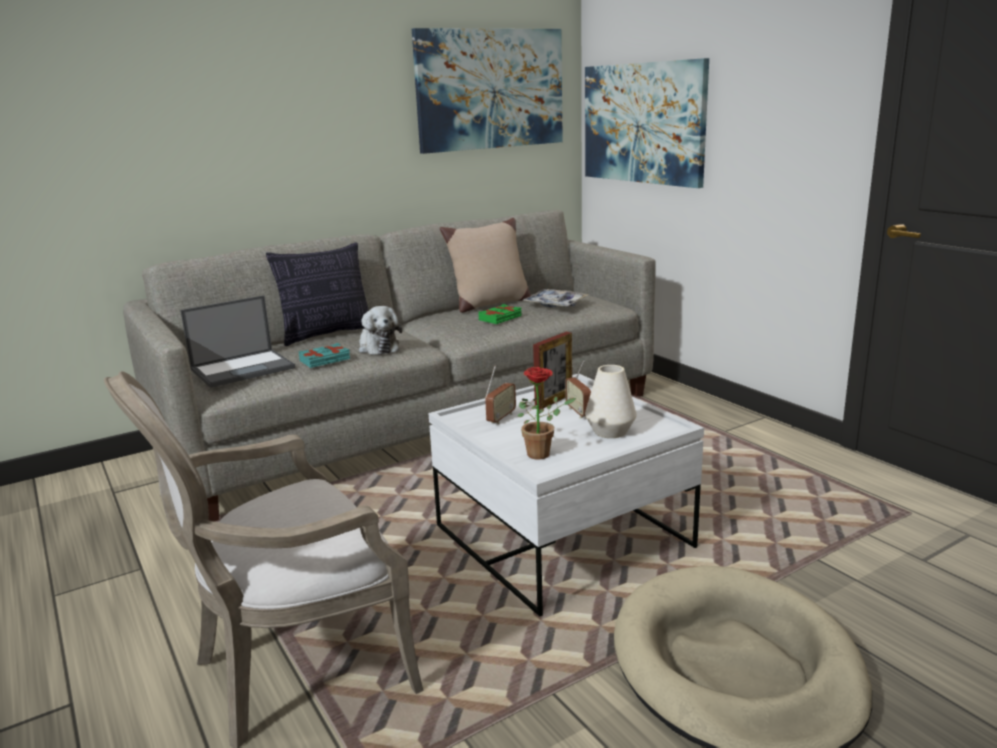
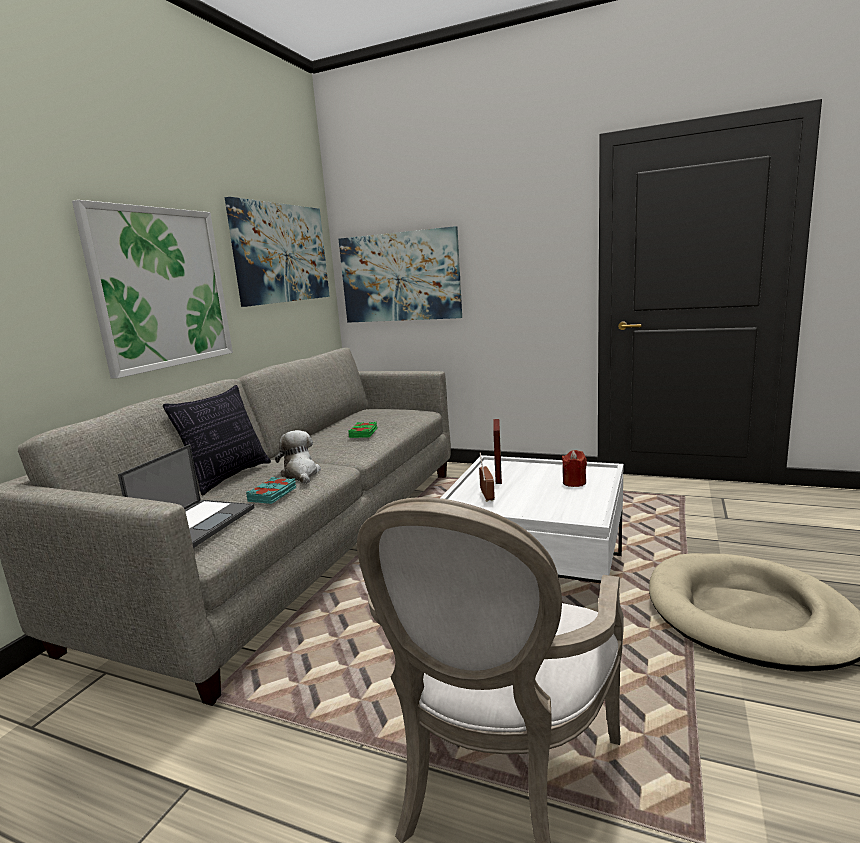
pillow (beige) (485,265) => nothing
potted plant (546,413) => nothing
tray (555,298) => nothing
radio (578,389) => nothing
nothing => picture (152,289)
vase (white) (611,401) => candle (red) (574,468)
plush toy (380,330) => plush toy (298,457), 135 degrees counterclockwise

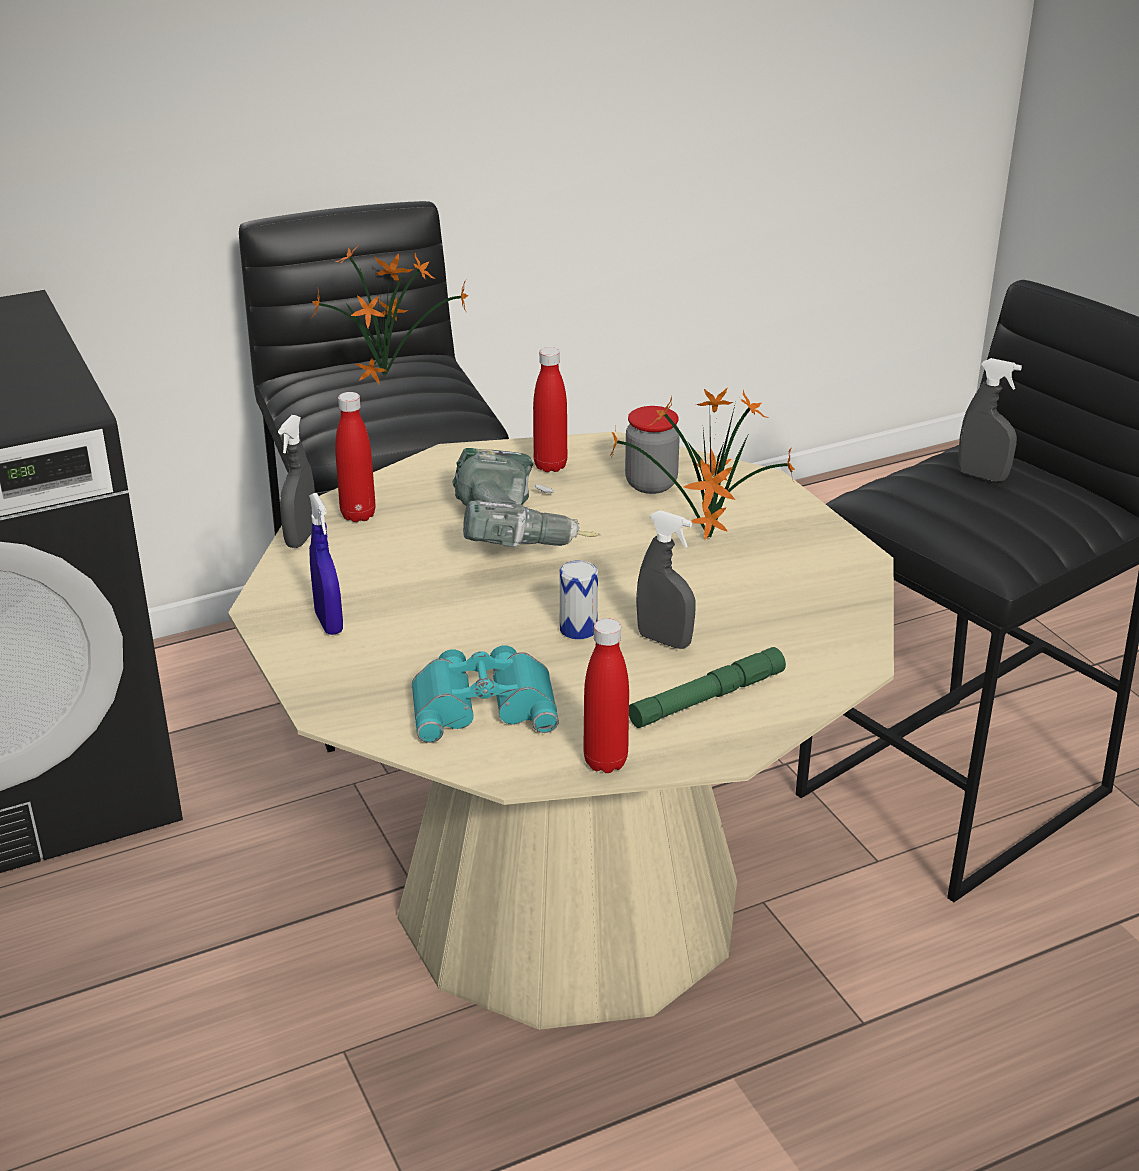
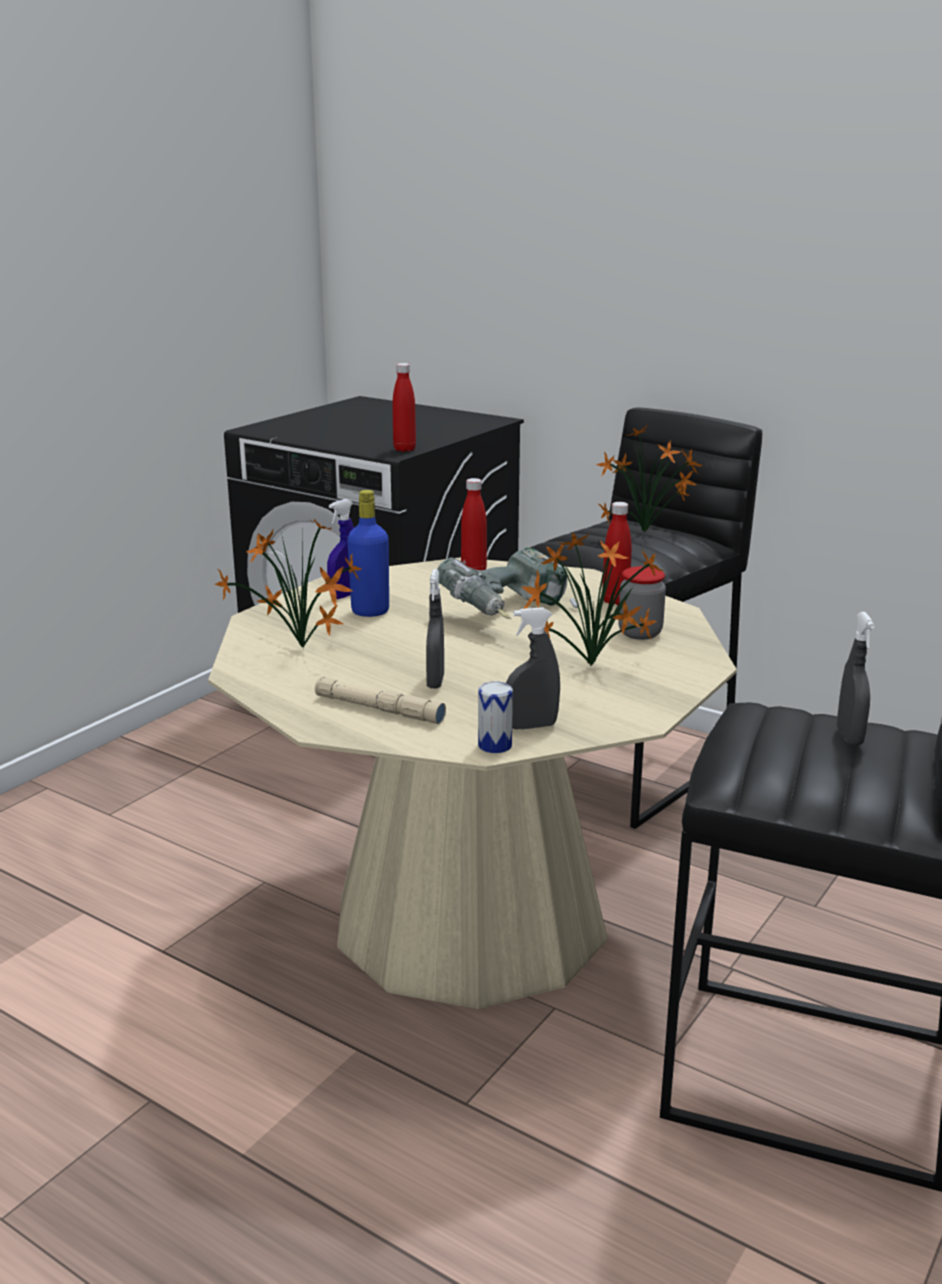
nothing => bottle (blue) (368,553)
spray bottle (grey) (296,481) => spray bottle (grey) (533,668), relocated
can (579,600) => can (495,717), relocated
bottle (red) (606,695) => bottle (red) (404,407), relocated
binoculars (turquoise) (485,694) => potted plant (288,583)
flashlight (green) (707,687) => flashlight (beige) (380,700)

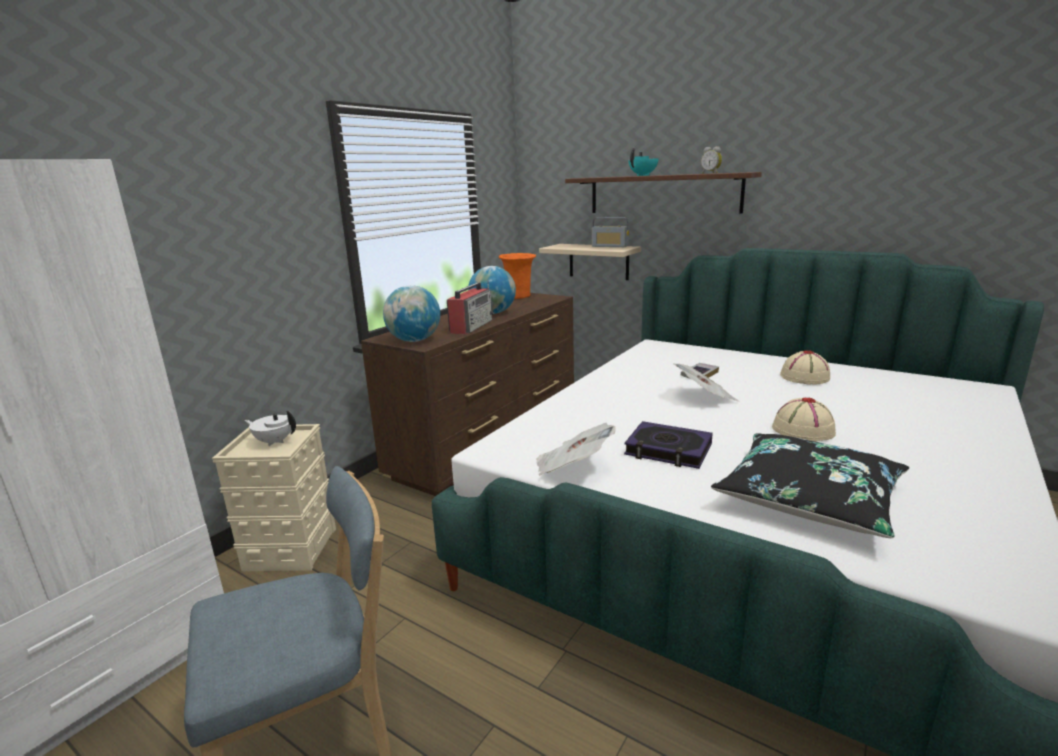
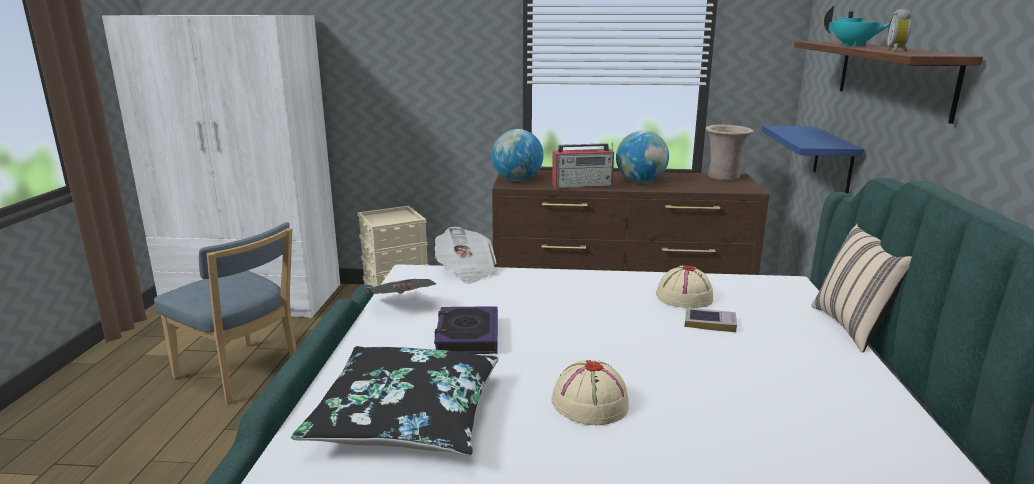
teapot (white) (270,428) => nothing
radio (610,232) => nothing
nothing => pillow (beige) (862,288)
newspaper (706,382) => newspaper (466,255), relocated
hat (beige) (805,367) => hat (beige) (684,287), relocated
vase (orange) (517,276) => vase (beige) (729,152)
shelf (beige) (590,262) => shelf (blue) (812,159)

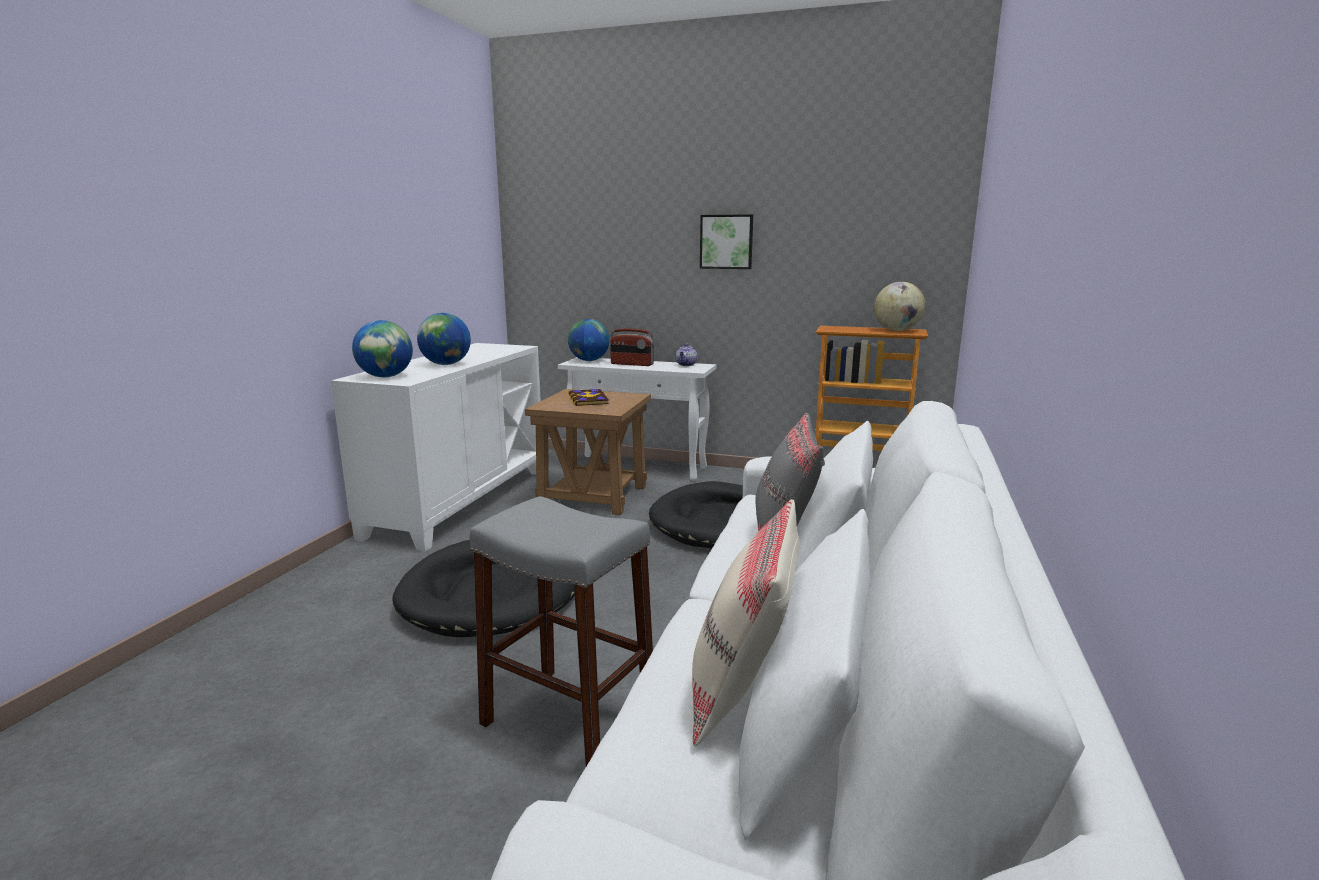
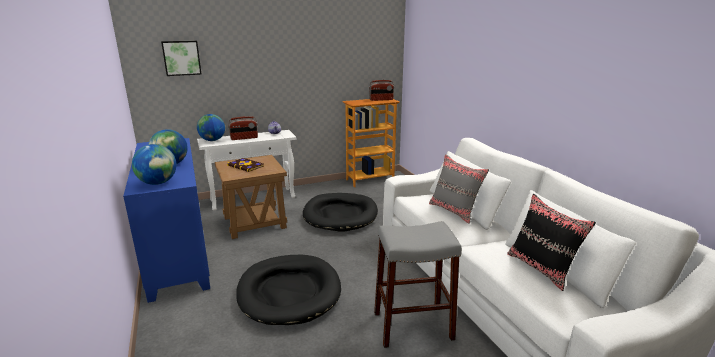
picture (726,241) => picture (181,58), relocated
globe (899,306) => radio (381,90)
cabinet (white) (436,447) => cabinet (blue) (166,220)
pillow (beige) (746,623) => pillow (black) (551,242)

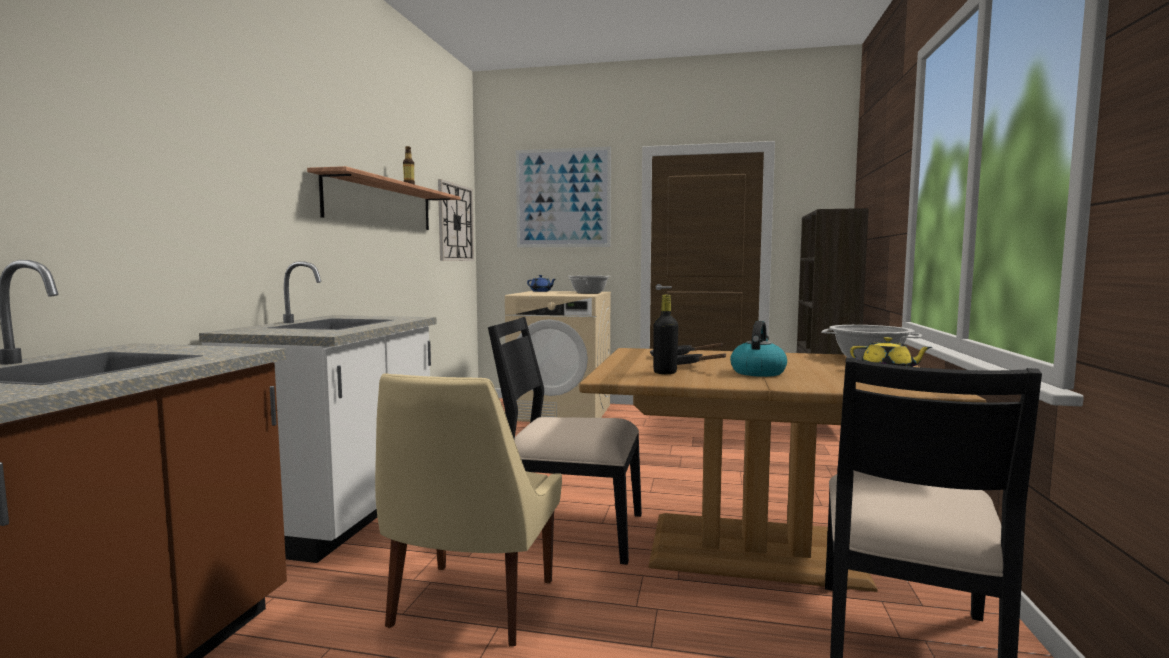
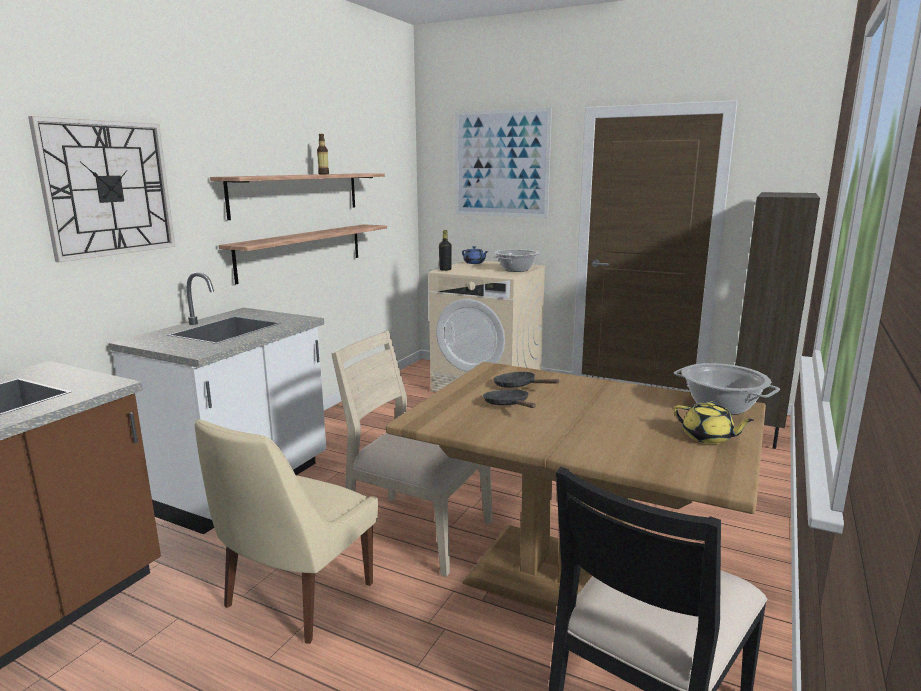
kettle (758,349) => nothing
nothing => shelf (303,254)
wall clock (456,220) => wall clock (101,189), relocated
bottle (black) (665,334) => bottle (black) (445,250), relocated
chair (black) (565,441) => chair (beige) (412,454)

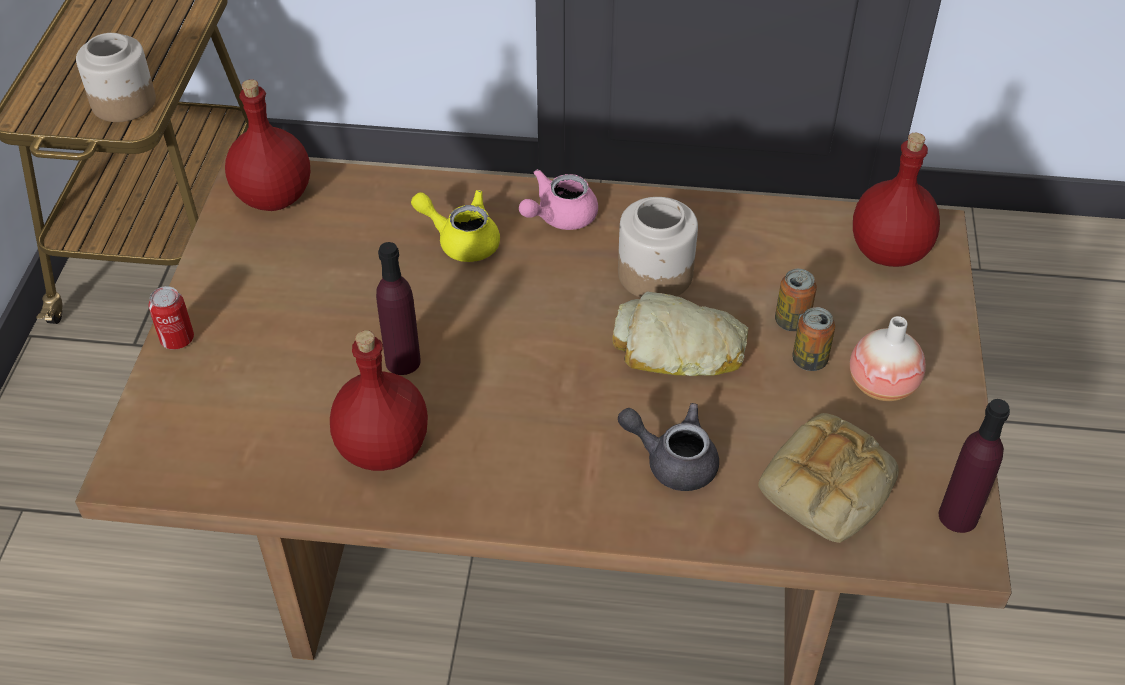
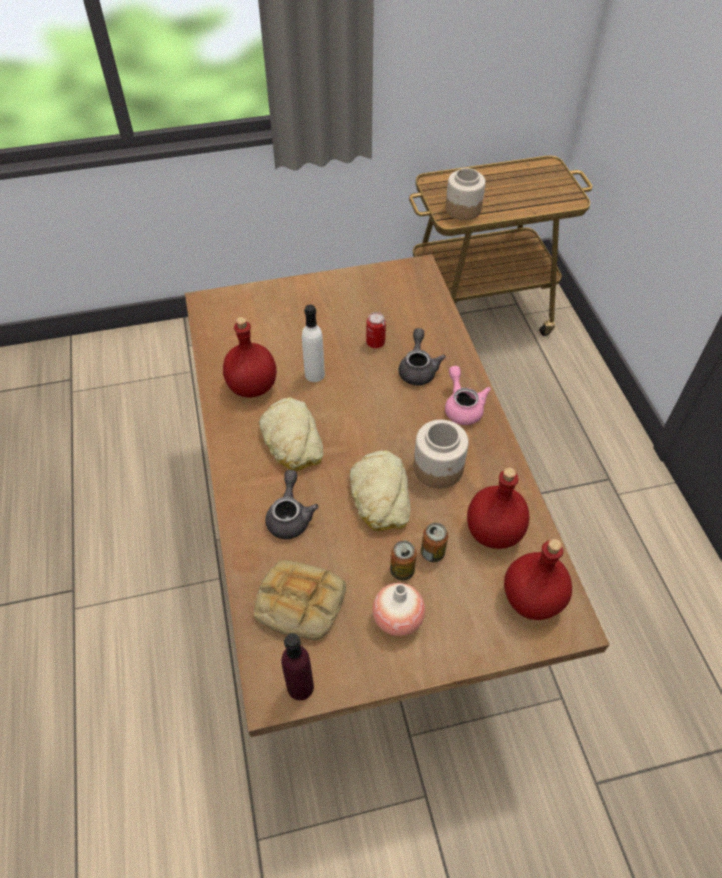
nothing => bread (291,434)
can (171,318) => can (376,330), relocated
bottle (red) (267,145) => bottle (red) (498,508), relocated
bottle (purple) (398,308) => bottle (white) (313,343)
teapot (yellow) (455,226) => teapot (grey) (422,357)
teapot (pink) (558,199) => teapot (pink) (468,395), 45 degrees clockwise

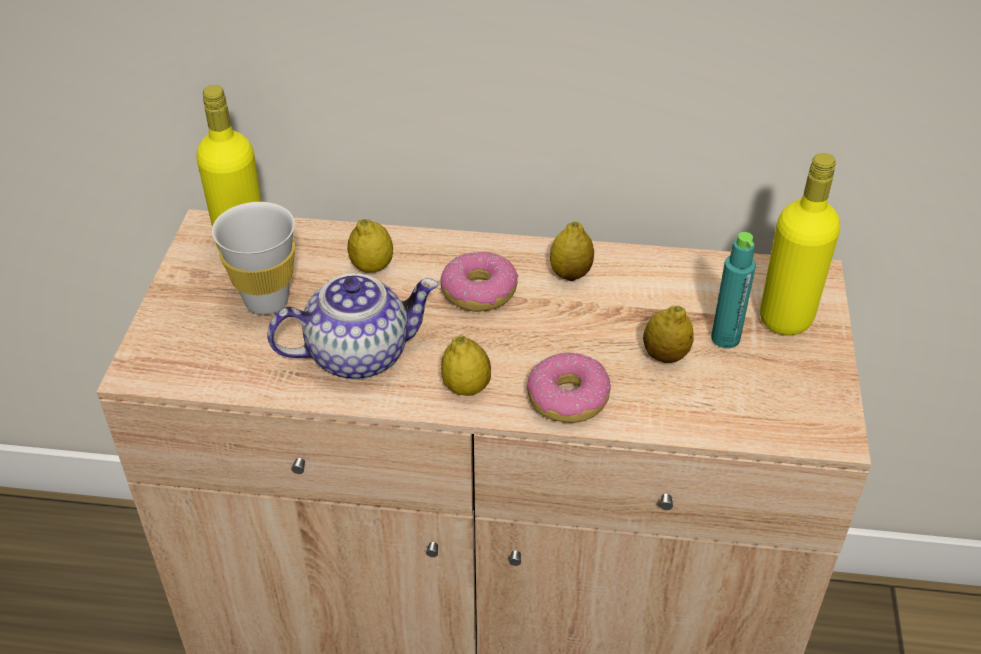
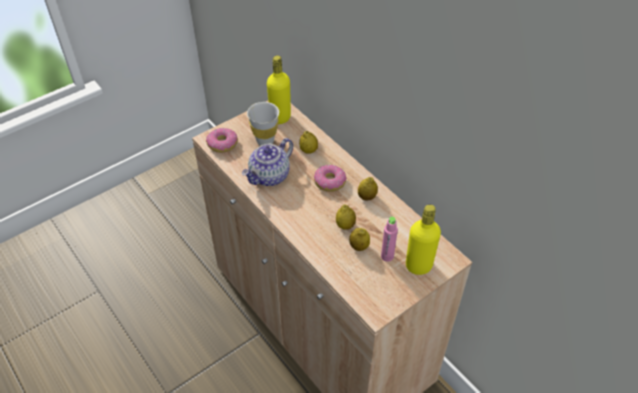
lemon (466,365) => lemon (346,217), relocated
donut (569,387) => donut (222,140), relocated
bottle (turquoise) (733,290) => bottle (pink) (389,239)
teapot (353,326) => teapot (267,162), 105 degrees clockwise

